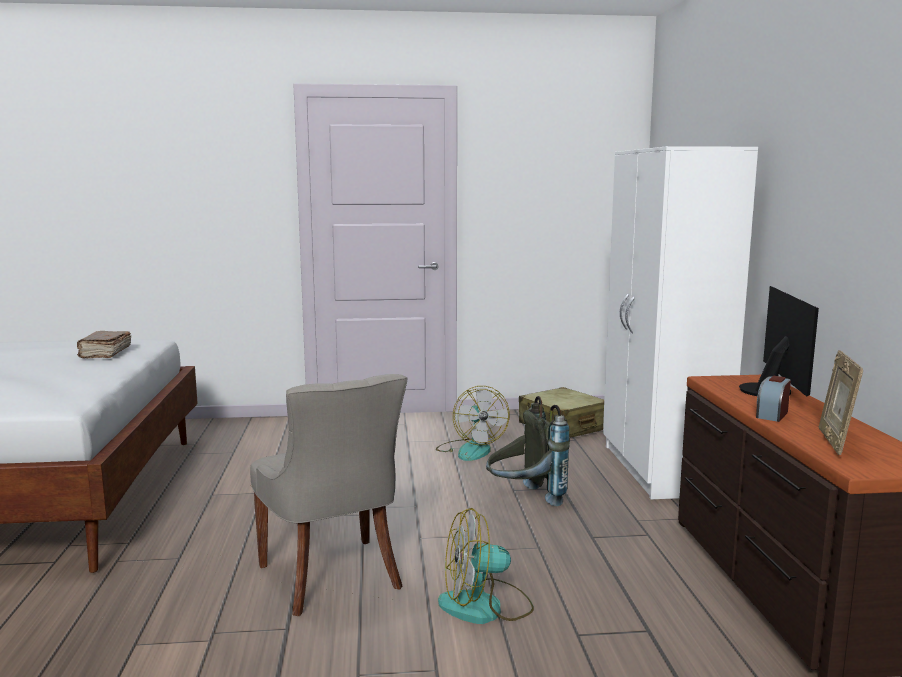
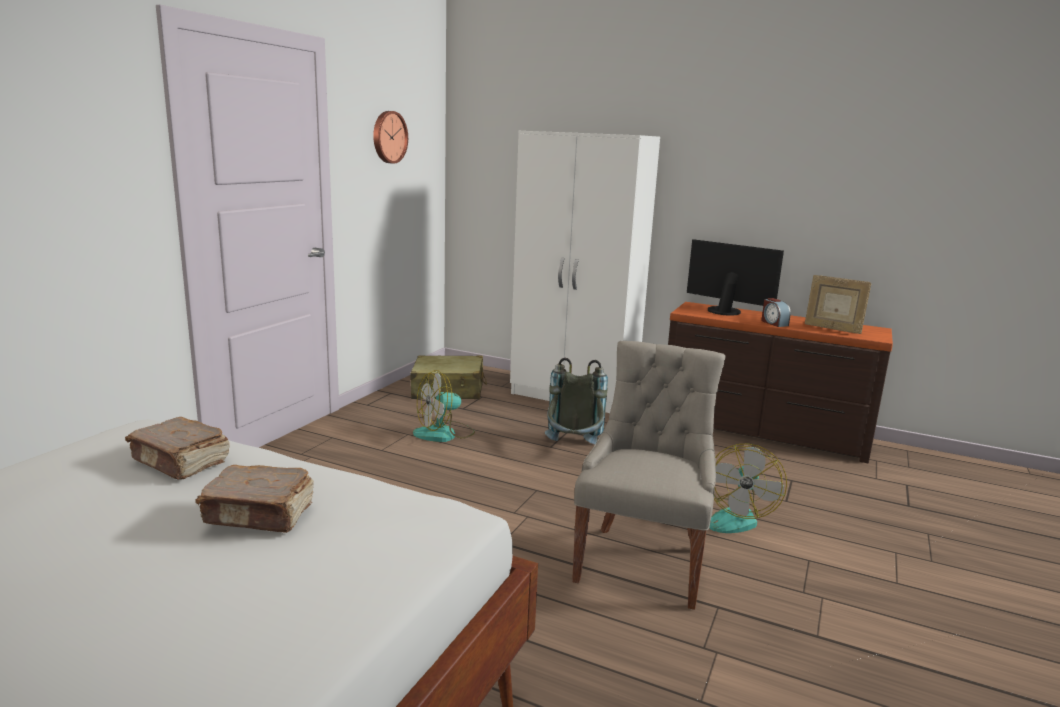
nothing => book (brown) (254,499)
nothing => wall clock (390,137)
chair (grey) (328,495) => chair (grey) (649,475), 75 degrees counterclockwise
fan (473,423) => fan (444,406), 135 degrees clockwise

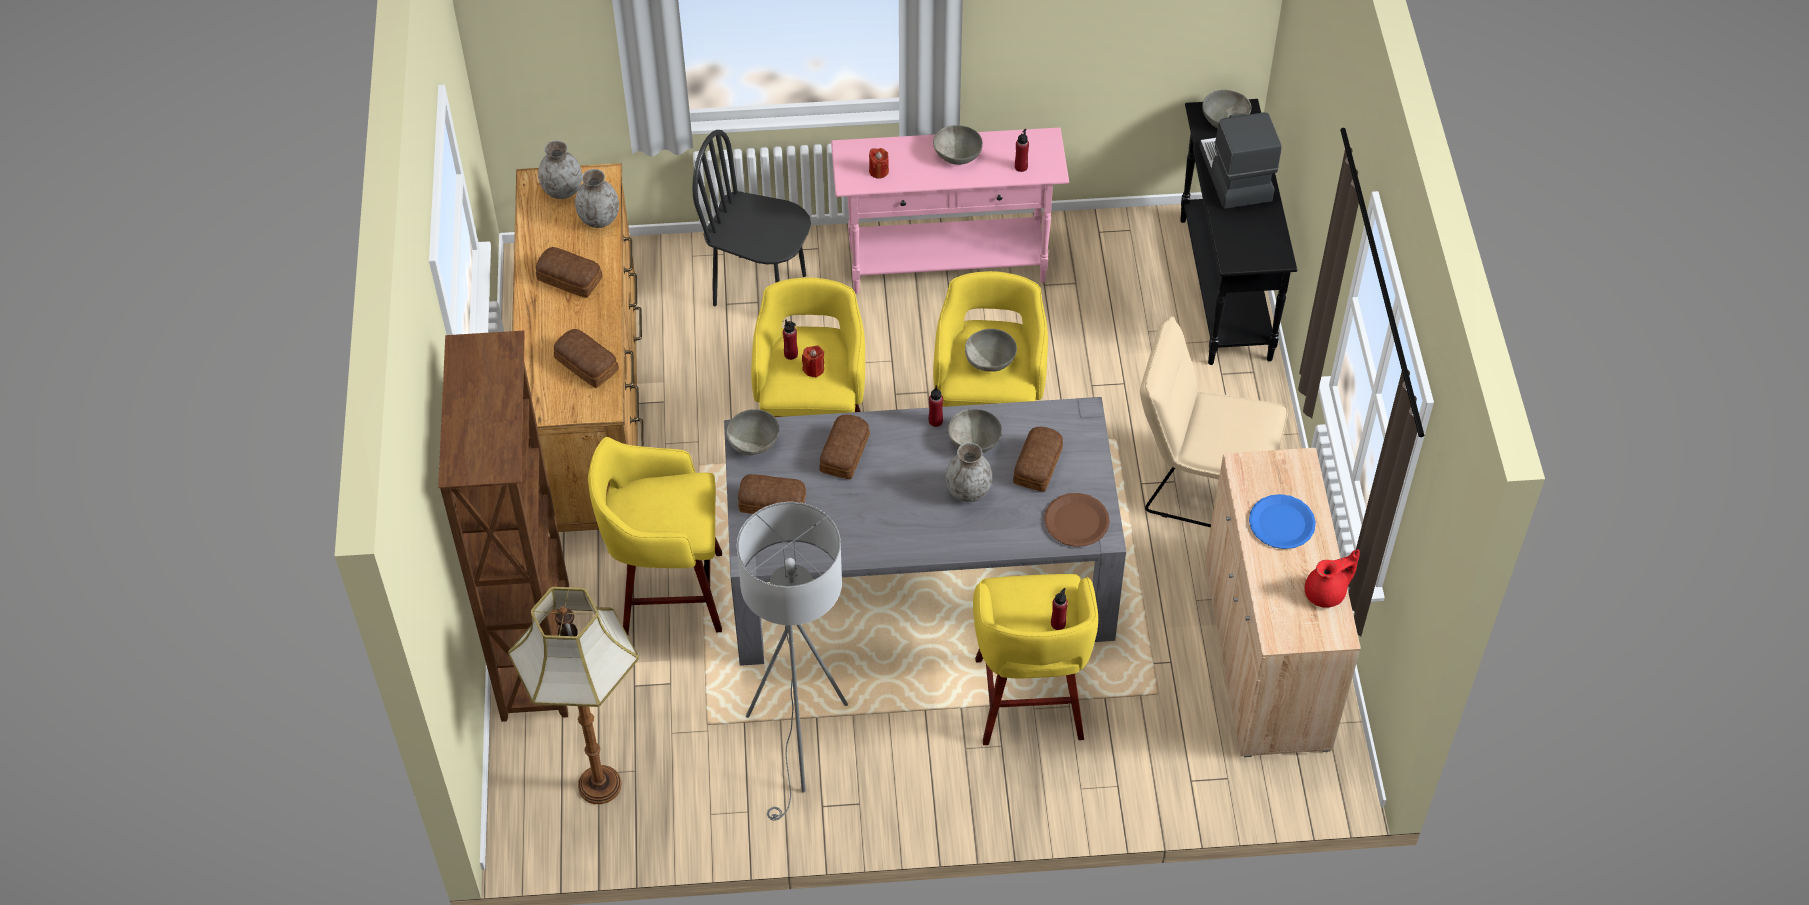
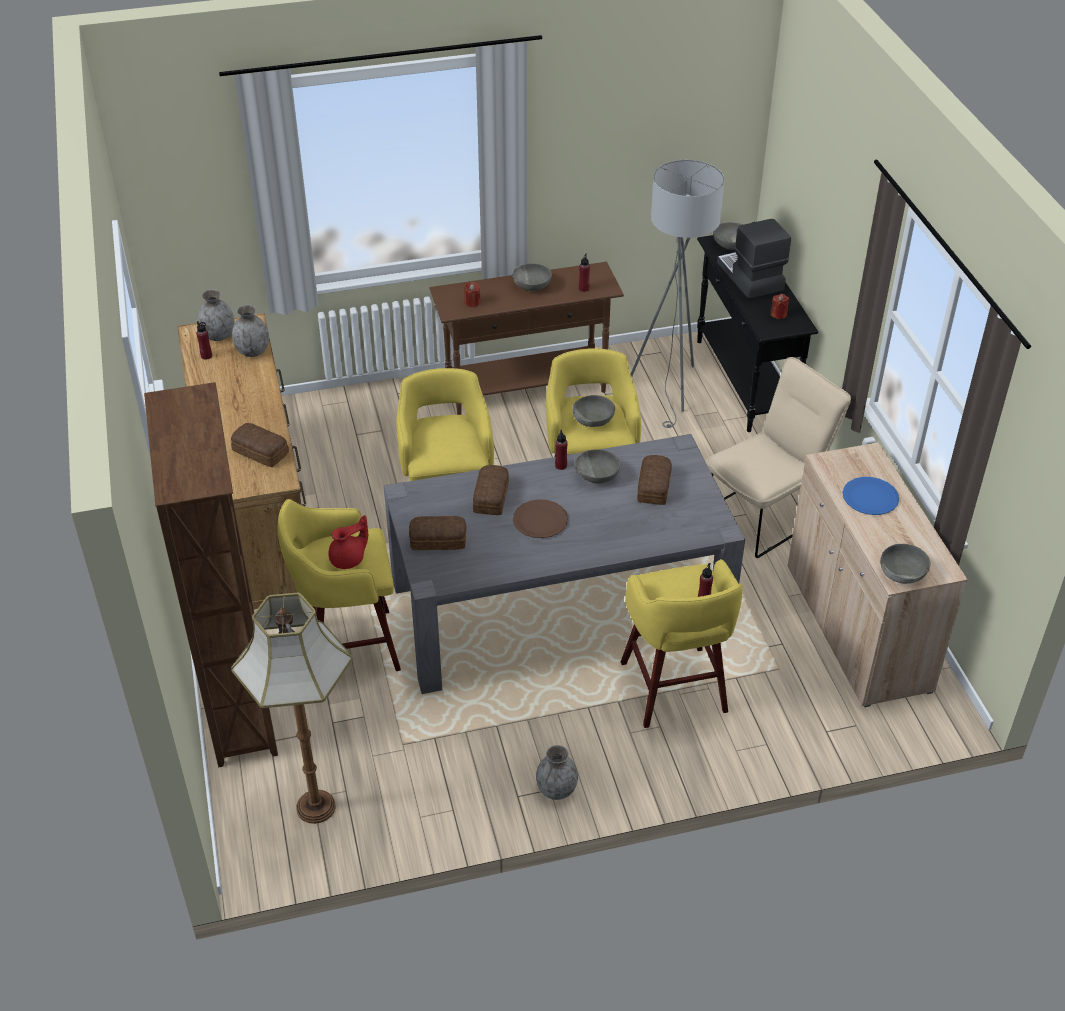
bread (569,272) => nothing
chair (black) (751,218) => nothing
bowl (grey) (752,432) => bowl (grey) (906,564), relocated
floor lamp (grey) (792,661) => floor lamp (grey) (678,294), relocated
bottle (red) (790,340) => bottle (red) (204,340), relocated
candle (red) (813,361) => candle (red) (780,306), relocated
vase (grey) (969,472) => vase (grey) (557,772), relocated
plate (brown) (1077,520) => plate (brown) (540,518), relocated
teapot (red) (1332,579) => teapot (red) (348,542), relocated
console table (pink) (950,210) => console table (brown) (527,338)
chair (beige) (1214,422) => chair (beige) (779,457), 135 degrees clockwise

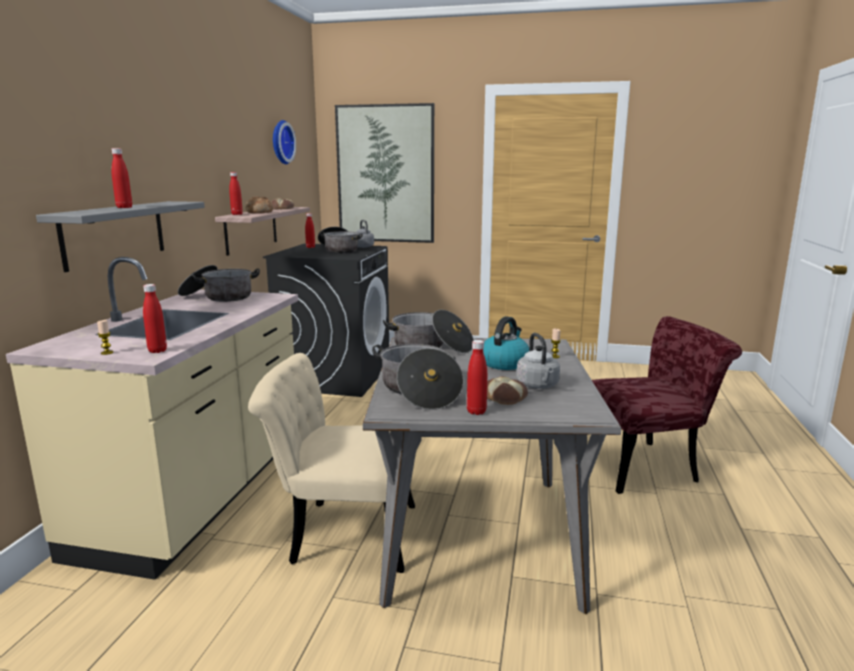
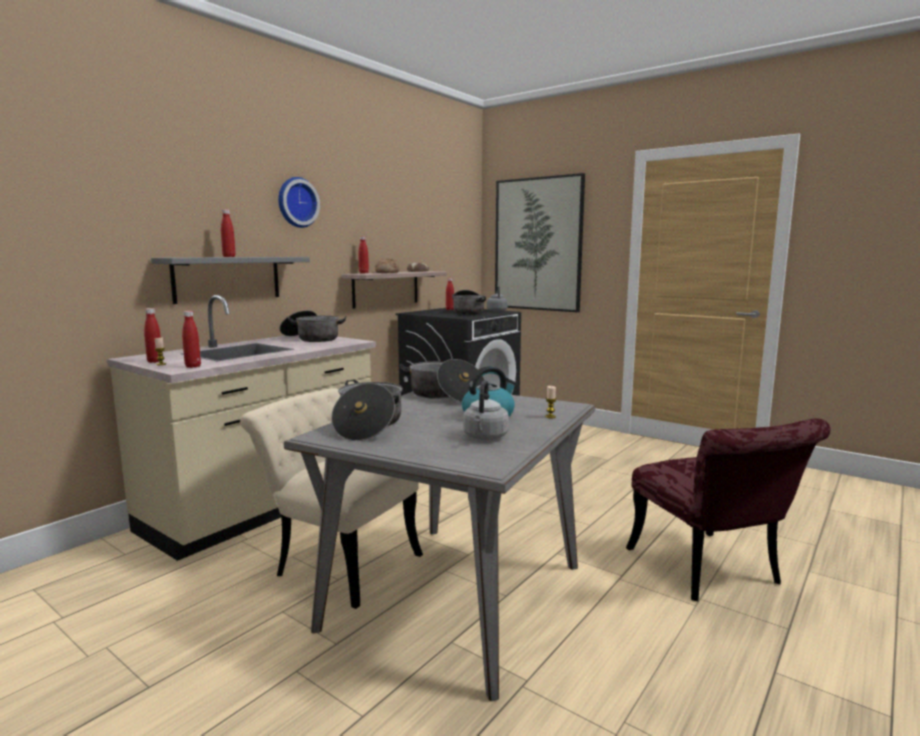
bread (507,390) => nothing
wall clock (284,142) => wall clock (299,202), relocated
bottle (red) (477,377) => bottle (red) (153,335), relocated
chair (red) (667,405) => chair (red) (728,509), 60 degrees clockwise

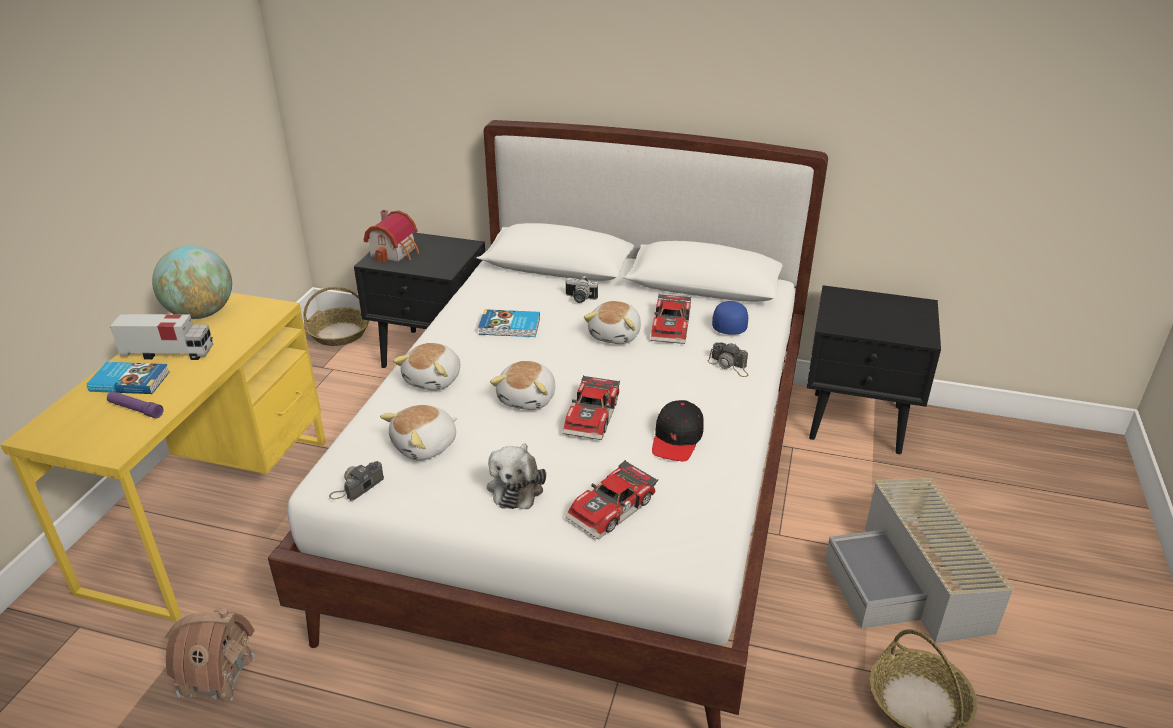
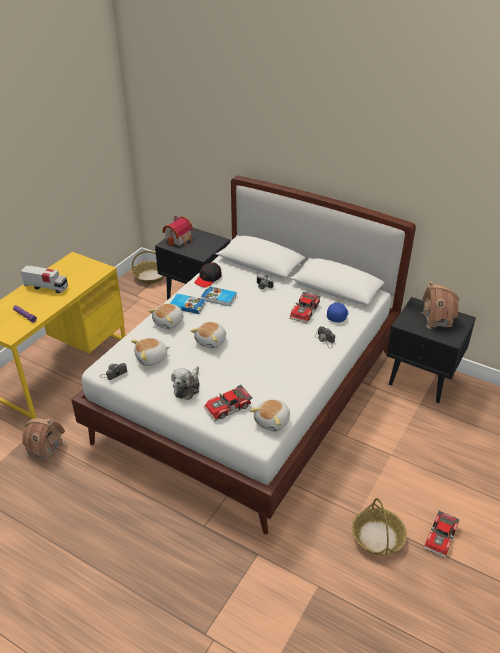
globe (192,282) => nothing
storage box (grey) (920,560) => nothing
nothing => toy house (440,305)
book (128,378) => book (188,304), relocated
toy car (591,407) => toy car (442,534), relocated
plush toy (612,322) => plush toy (270,415), relocated
cap (black) (678,430) => cap (black) (208,275), relocated

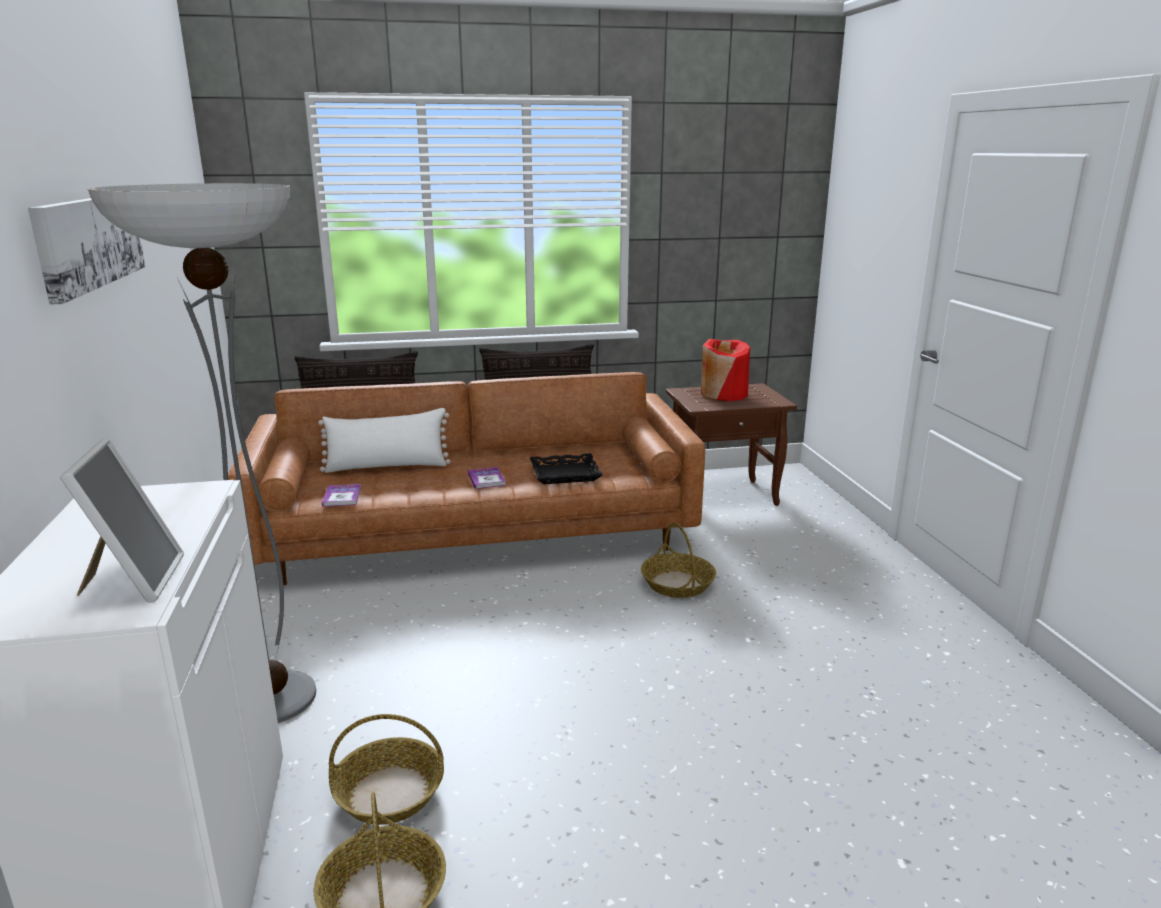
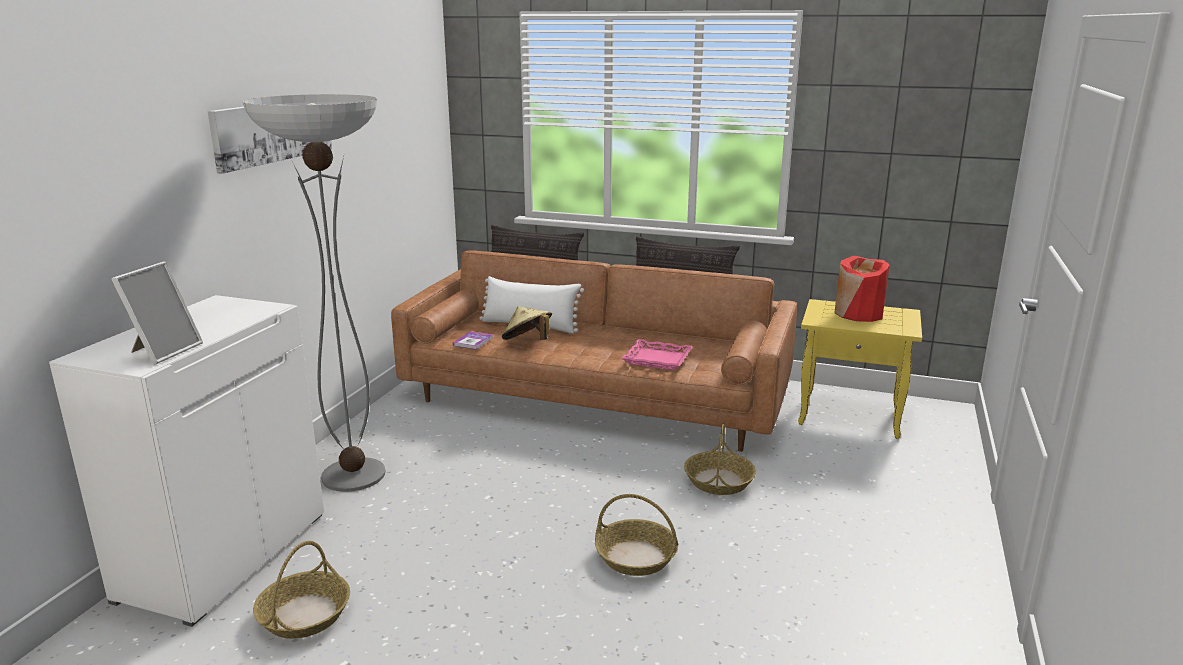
book (487,478) => nothing
nothing => hat (beige) (527,323)
basket (386,769) => basket (637,535), relocated
tray (black) (566,468) => tray (pink) (657,354)
side table (brown) (731,444) => side table (yellow) (860,369)

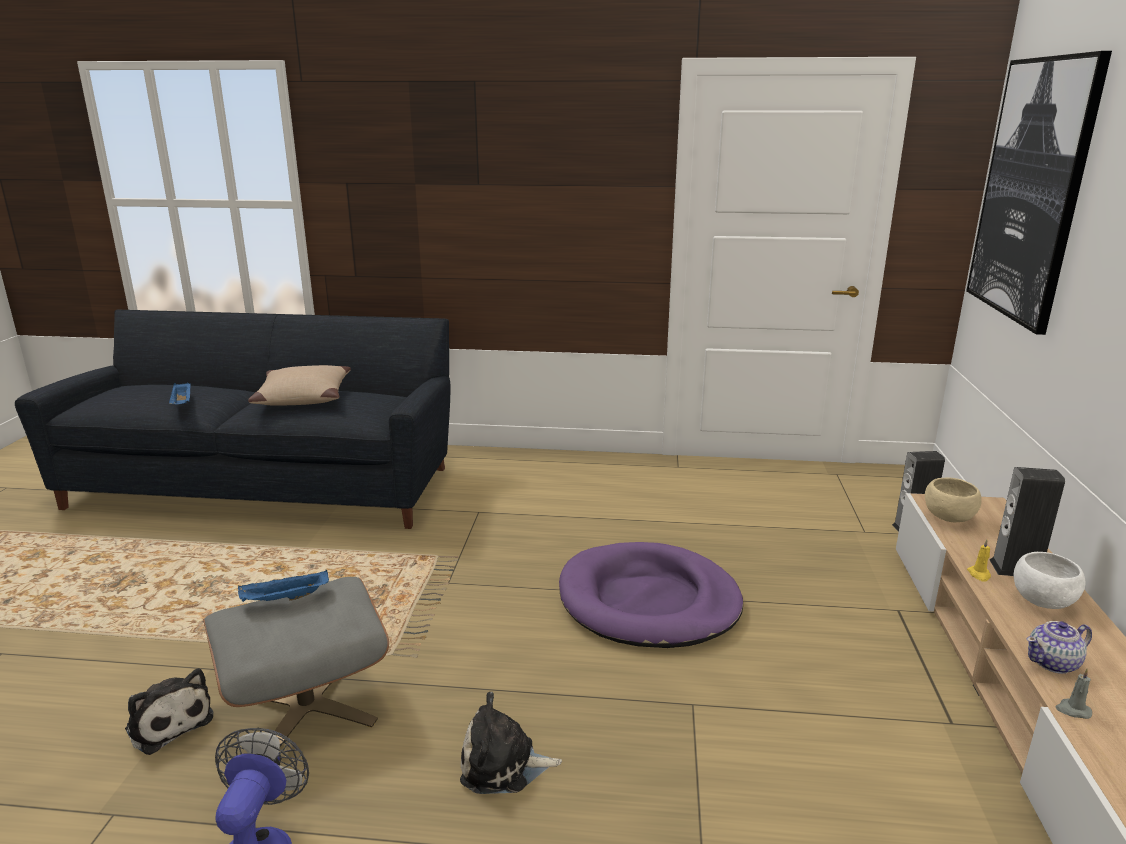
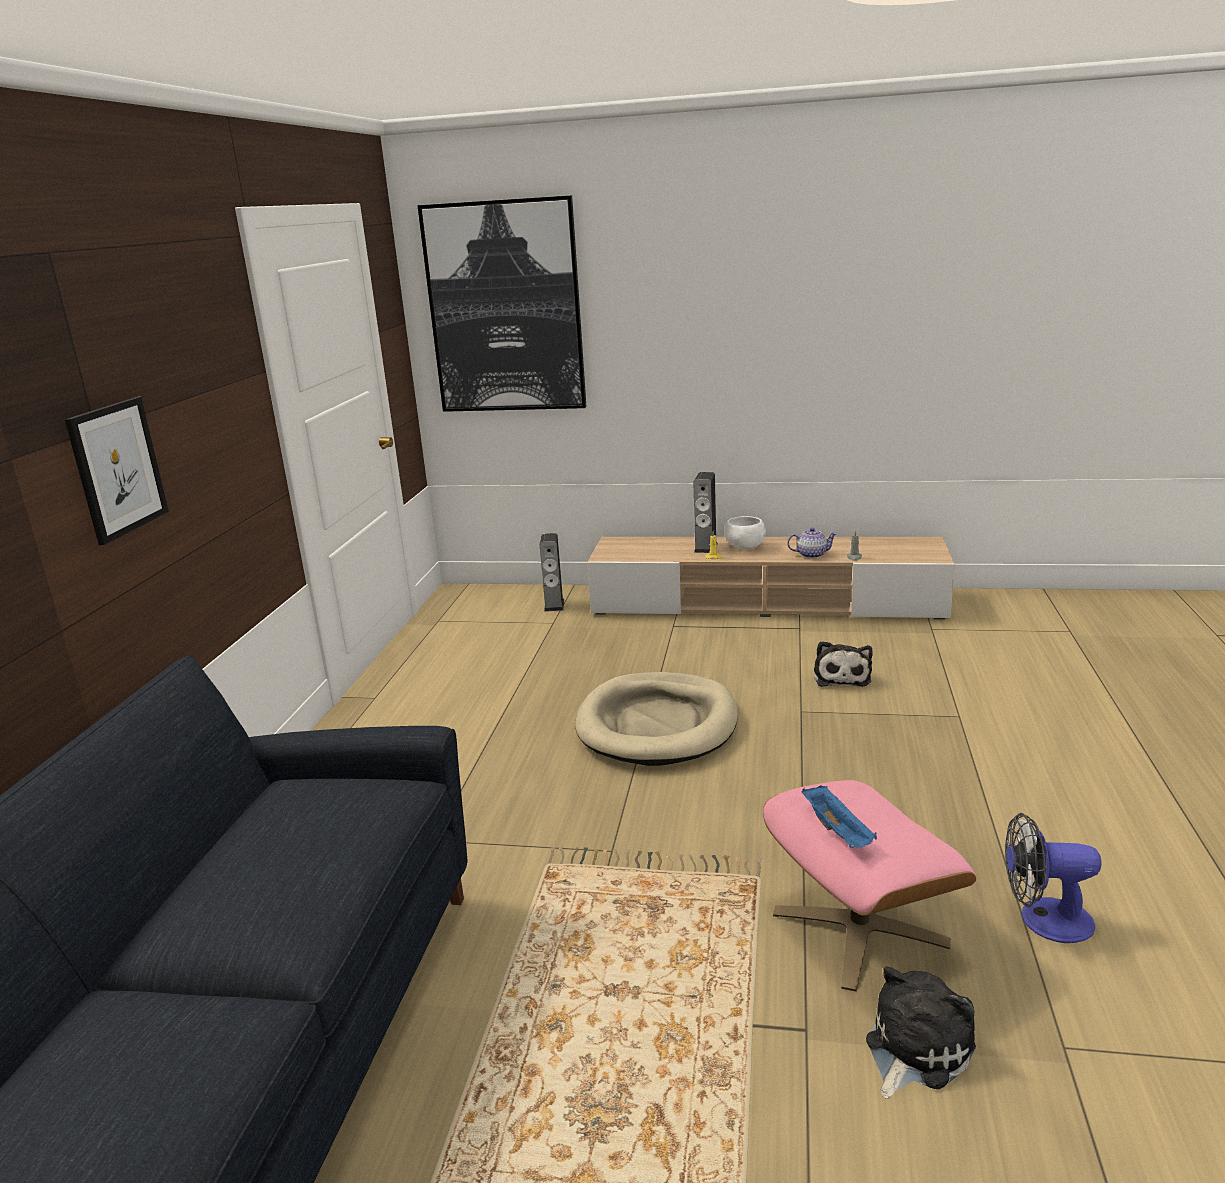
tray (blue) (180,393) => nothing
pillow (beige) (299,385) => nothing
bowl (beige) (953,500) => nothing
nothing => picture (117,471)
plush toy (511,743) => plush toy (843,664), relocated
ottoman (grey) (296,662) => ottoman (pink) (869,886)
dog bed (purple) (651,595) => dog bed (beige) (656,719)
teapot (1059,647) => teapot (812,542), 75 degrees counterclockwise

